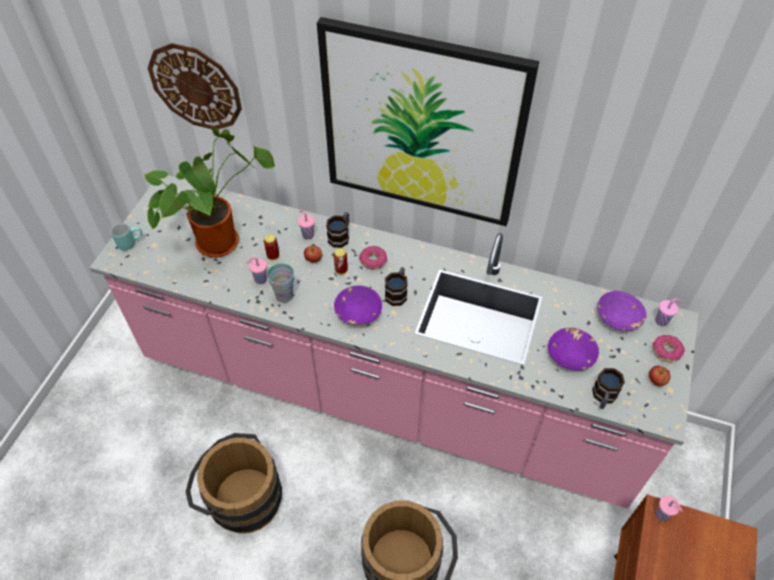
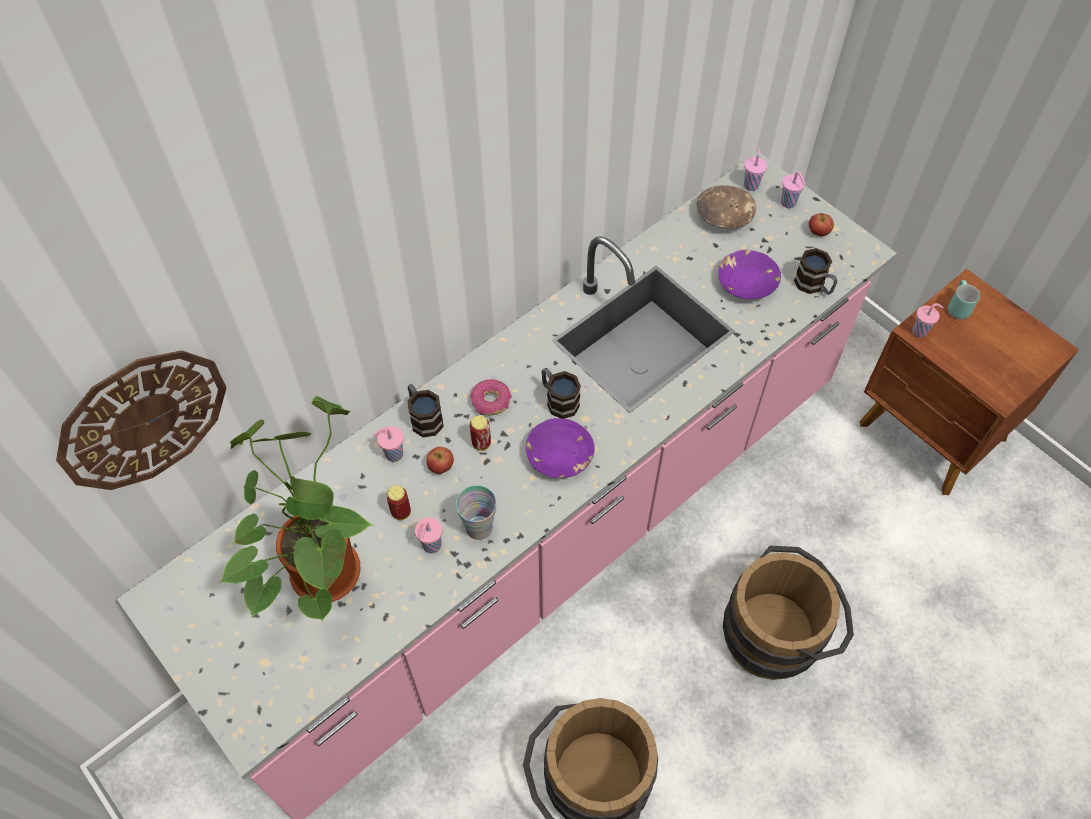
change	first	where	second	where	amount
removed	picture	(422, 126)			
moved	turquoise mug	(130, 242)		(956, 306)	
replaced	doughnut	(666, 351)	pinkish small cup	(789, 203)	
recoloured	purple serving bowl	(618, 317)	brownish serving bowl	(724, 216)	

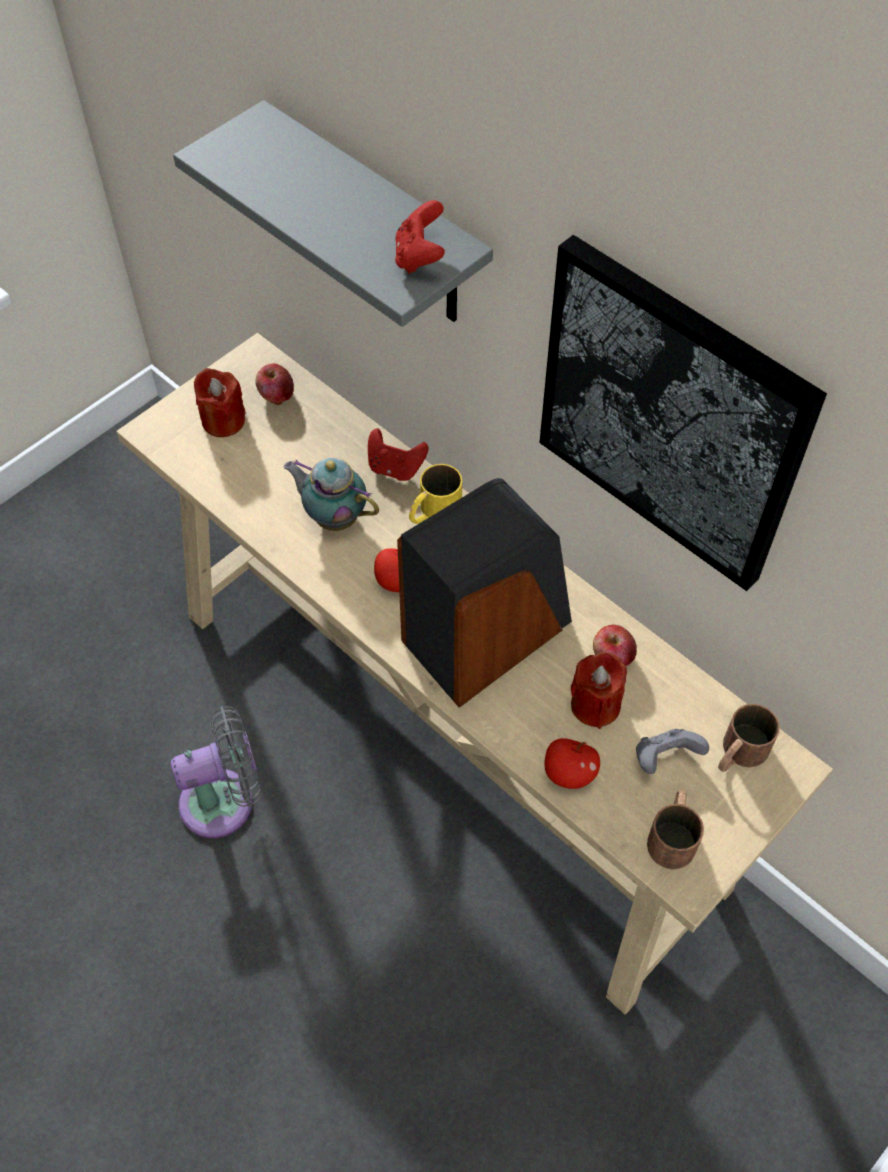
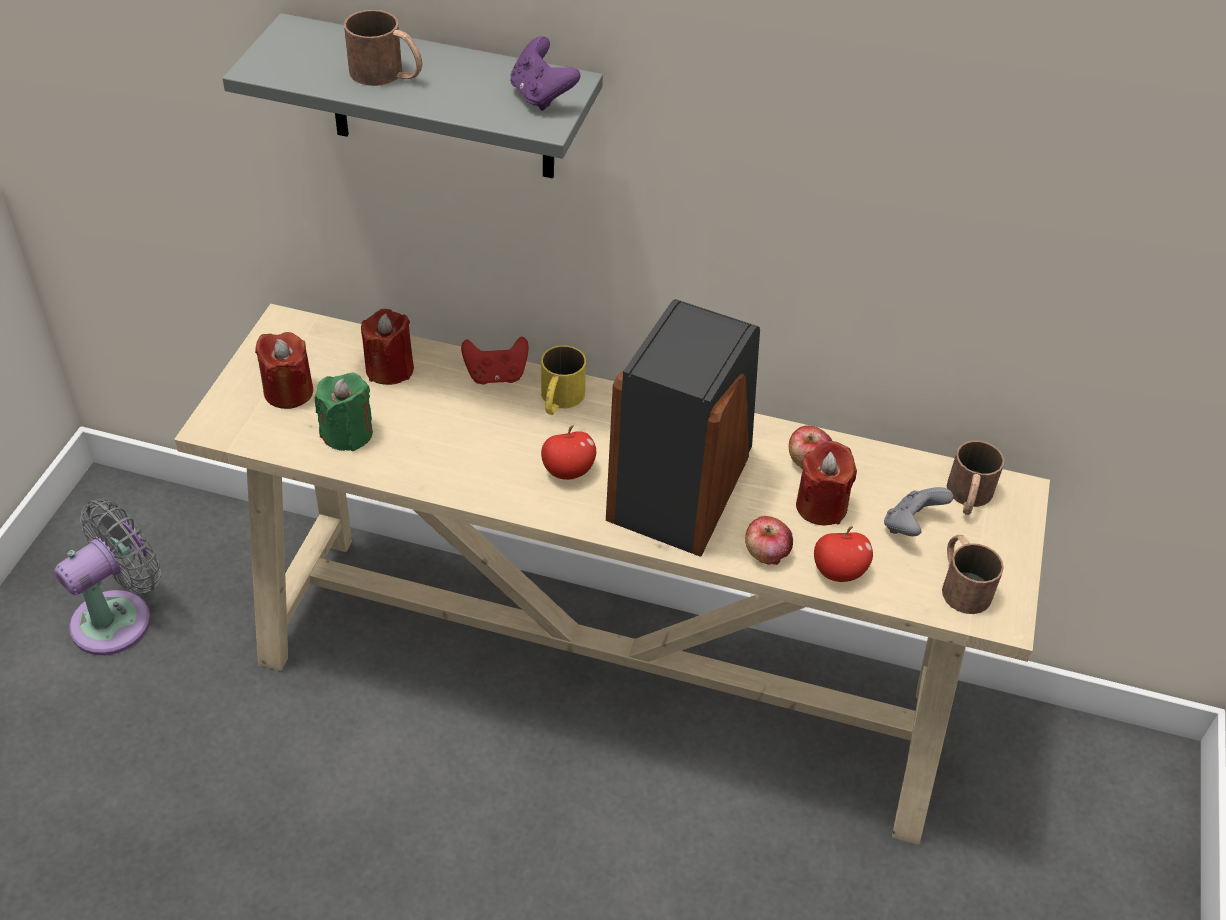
change	first	where	second	where	amount
removed	tea pot	(334, 517)			
removed	picture	(670, 415)			
added			green wax light	(347, 433)	
added			brownish mug	(387, 74)	
added			red wax light	(389, 369)	
moved	gray fan	(225, 801)		(119, 618)	
moved	whole apple	(276, 395)		(766, 553)	
recoloured	red game controller	(419, 257)	purple game controller	(541, 96)	

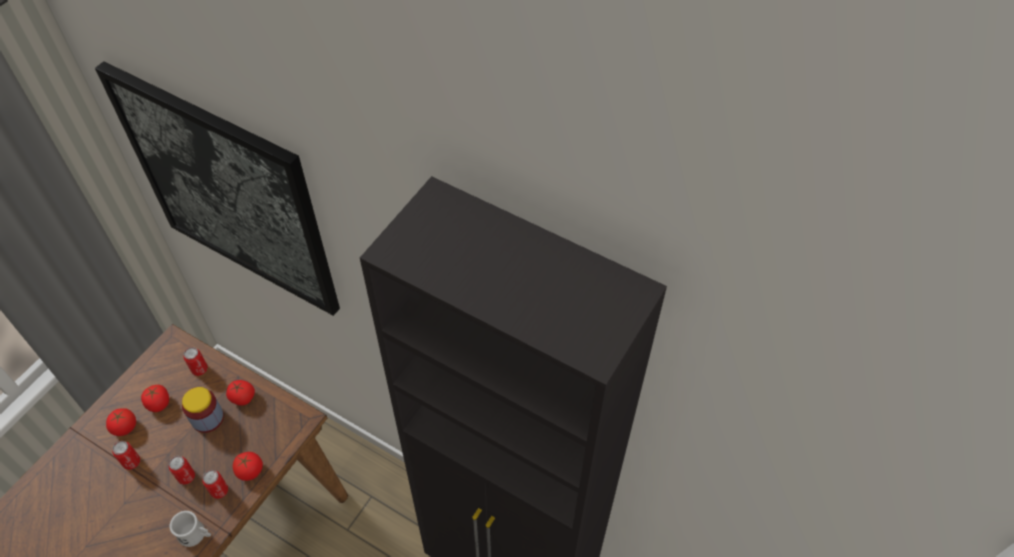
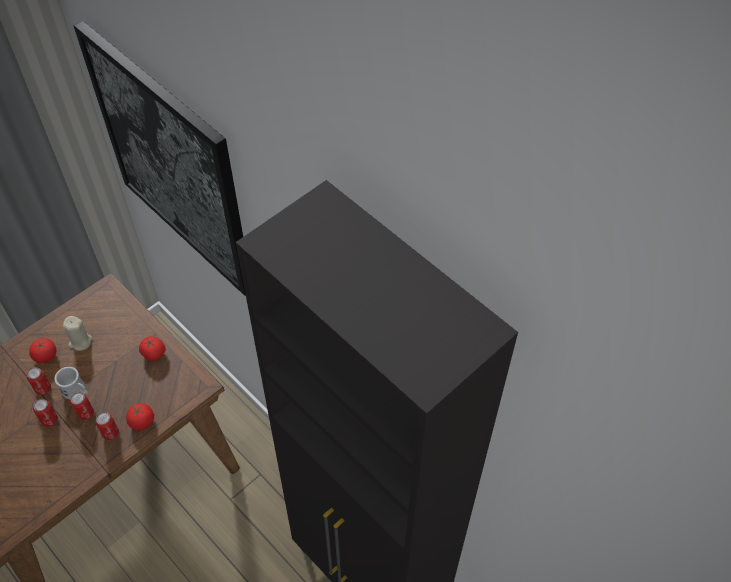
change	first	where	second	where	amount
removed	jar	(207, 418)			
moved	white mug	(196, 535)		(77, 391)	
moved	sealed can	(199, 369)		(49, 420)	
replaced	whole tomato	(159, 403)	beige-coloured wax light	(80, 342)	

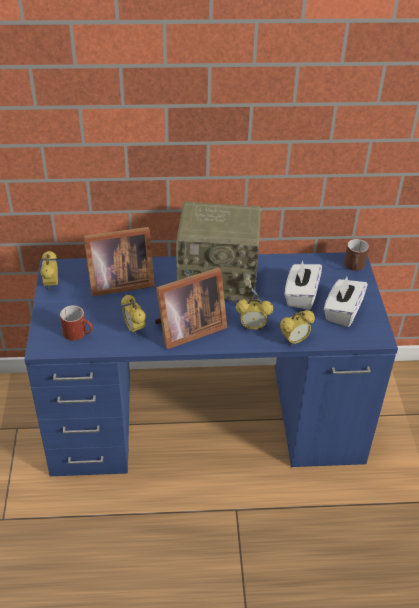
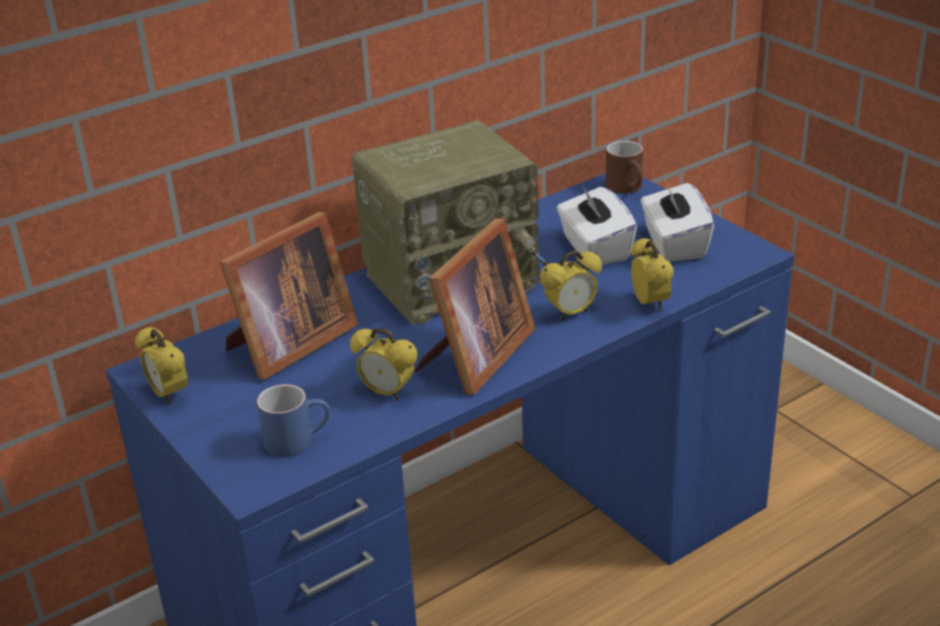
change	first	where	second	where	amount
recoloured	red mug	(79, 333)	blue-coloured mug	(297, 439)	
turned	alarm clock	(294, 341)		(650, 304)	45 degrees counterclockwise

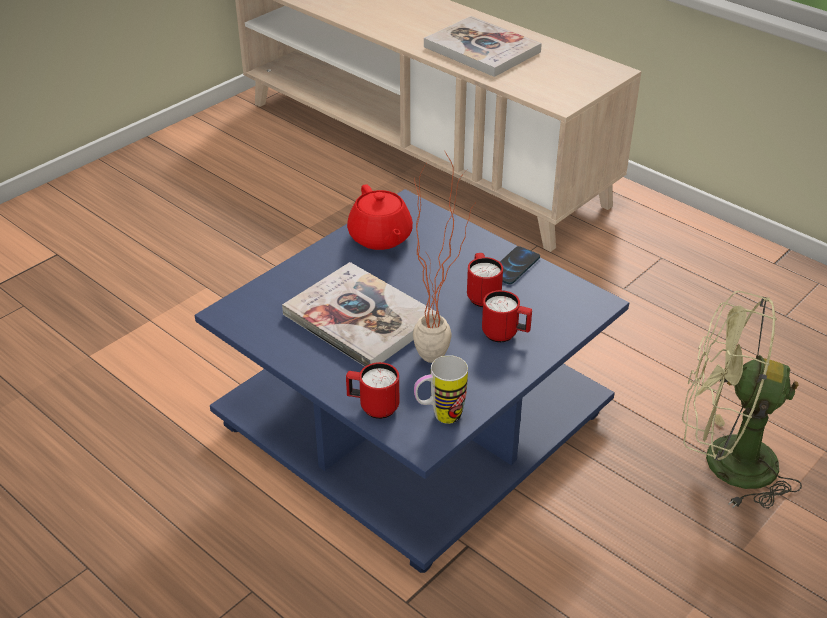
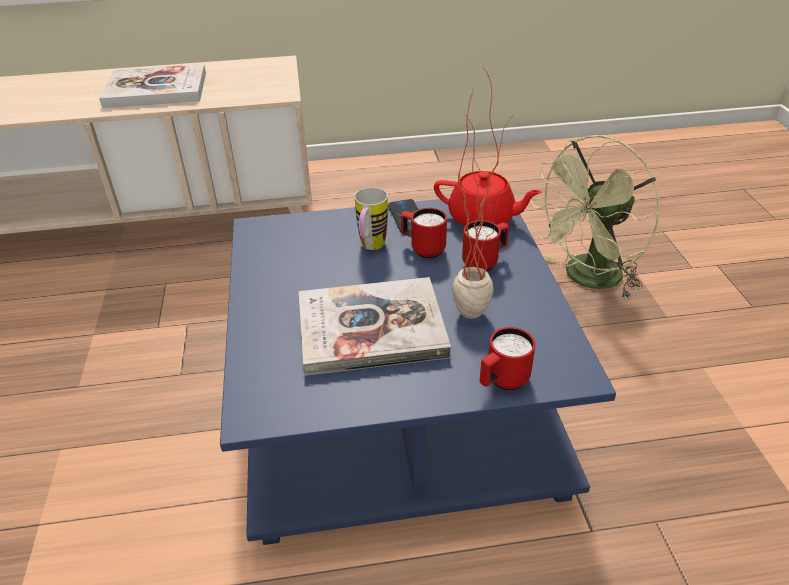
change	first	where	second	where	amount
moved	red tea pot	(380, 238)		(482, 219)	
moved	mug	(439, 417)		(370, 248)	

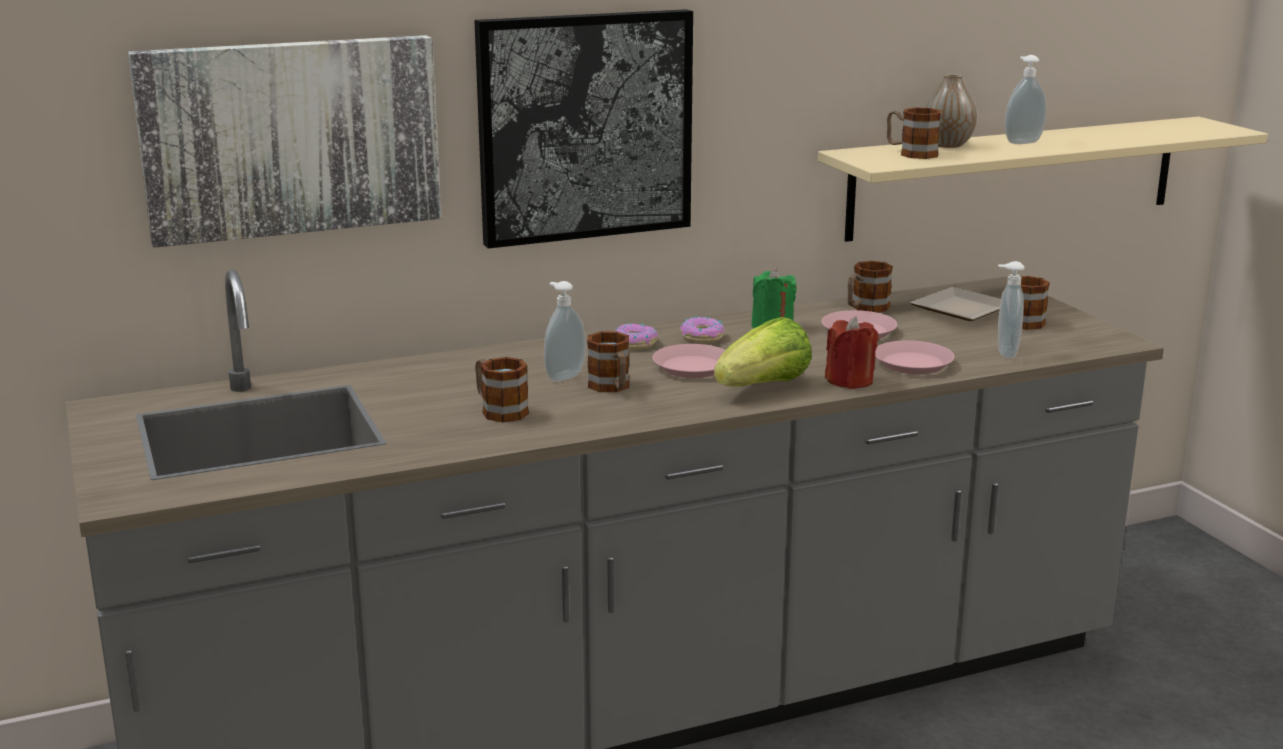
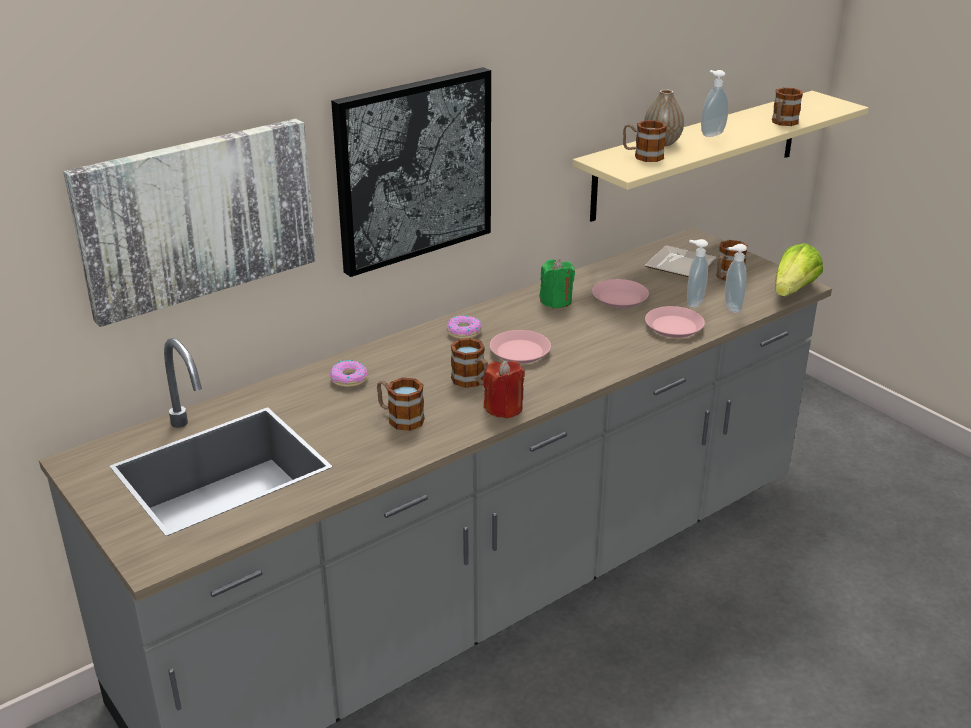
change	first	where	second	where	amount
moved	soap bottle	(563, 376)		(693, 302)	
moved	doughnut	(702, 337)		(349, 379)	
moved	lettuce	(764, 387)		(793, 291)	
moved	red wax light	(849, 381)		(504, 408)	
moved	mug	(865, 308)		(782, 123)	

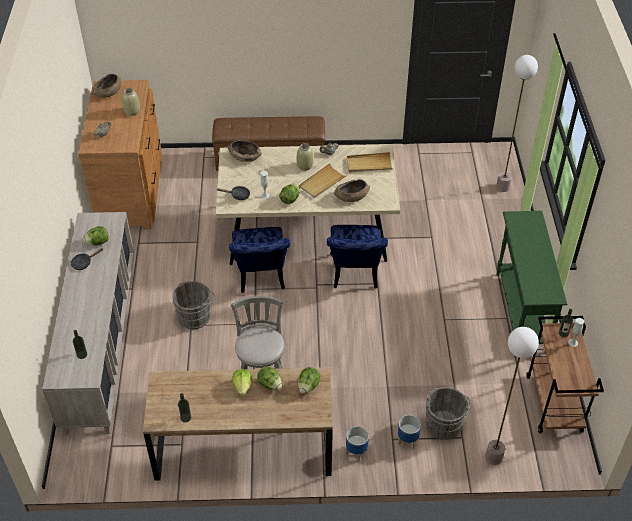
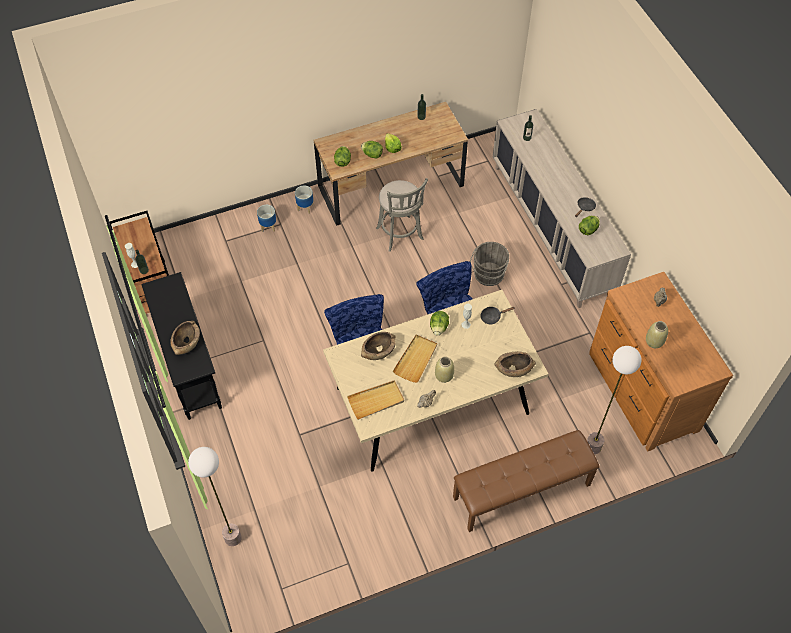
change	first	where	second	where	amount
removed	gray bucket	(444, 423)			
moved	brownish serving bowl	(108, 92)		(186, 342)	
moved	standing lamp	(494, 457)		(593, 447)	
recoloured	green narrow table	(520, 312)	blackish narrow table	(191, 370)	

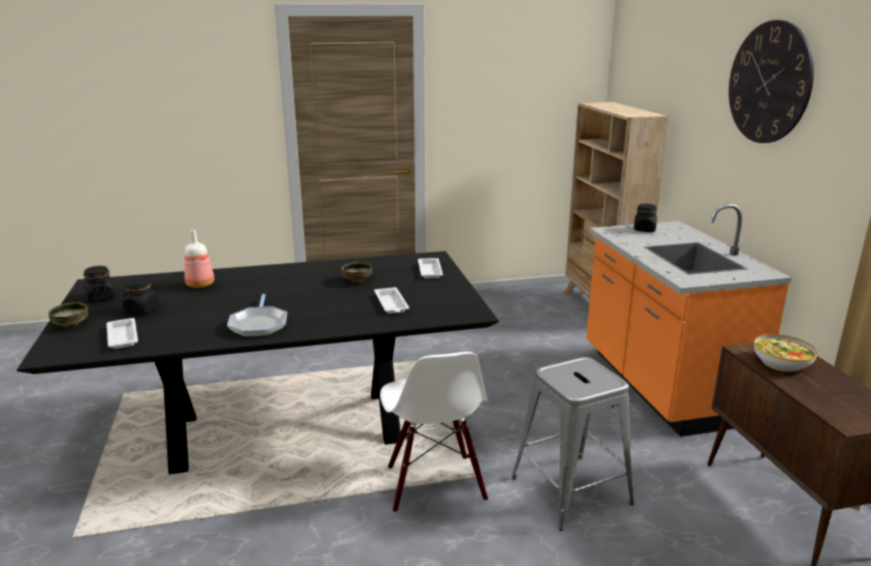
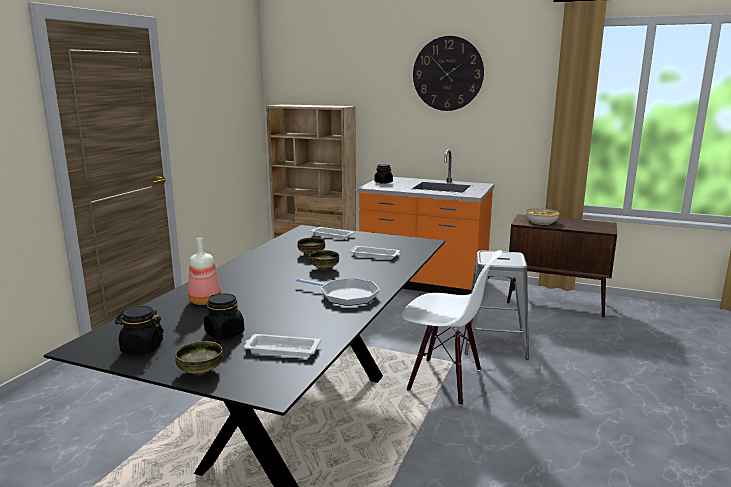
change	first	where	second	where	amount
added			serving bowl	(324, 268)	

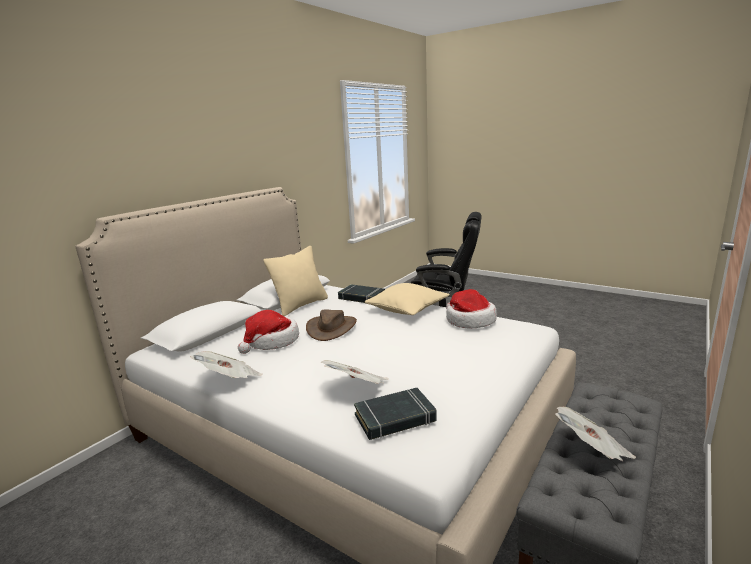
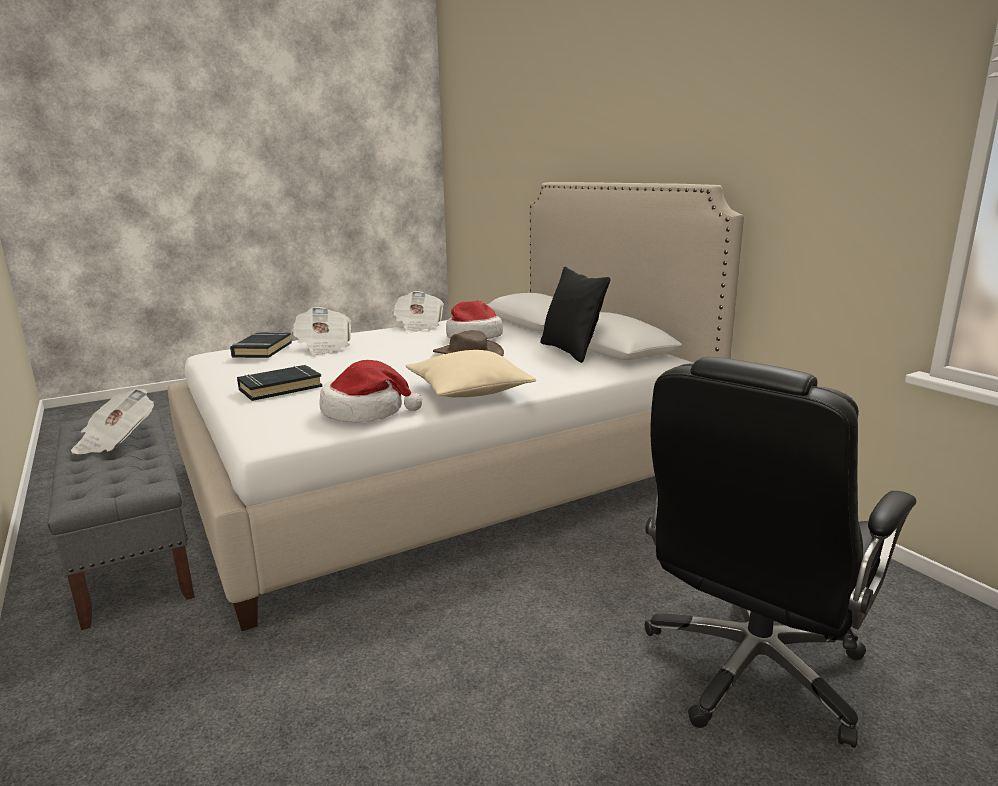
change	first	where	second	where	amount
moved	blackish bound book	(361, 297)		(280, 388)	
recoloured	beige-coloured throw pillow	(300, 305)	blackish throw pillow	(571, 351)	

